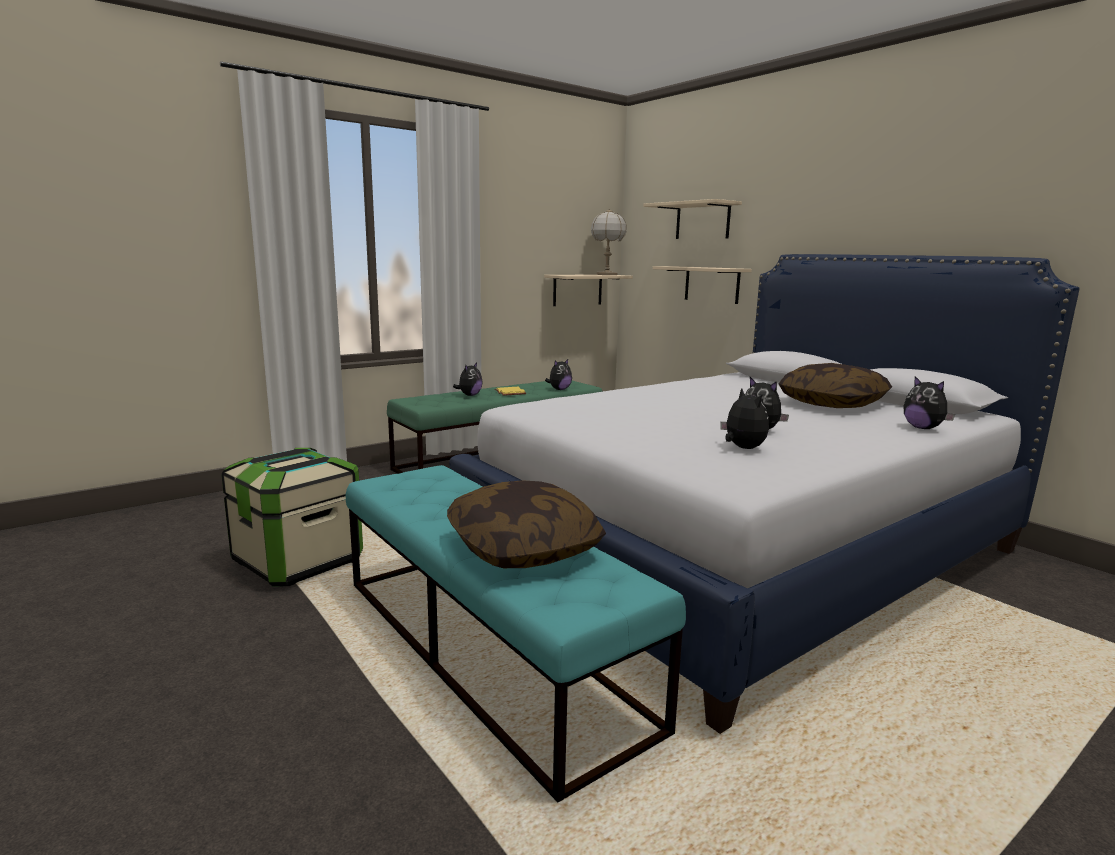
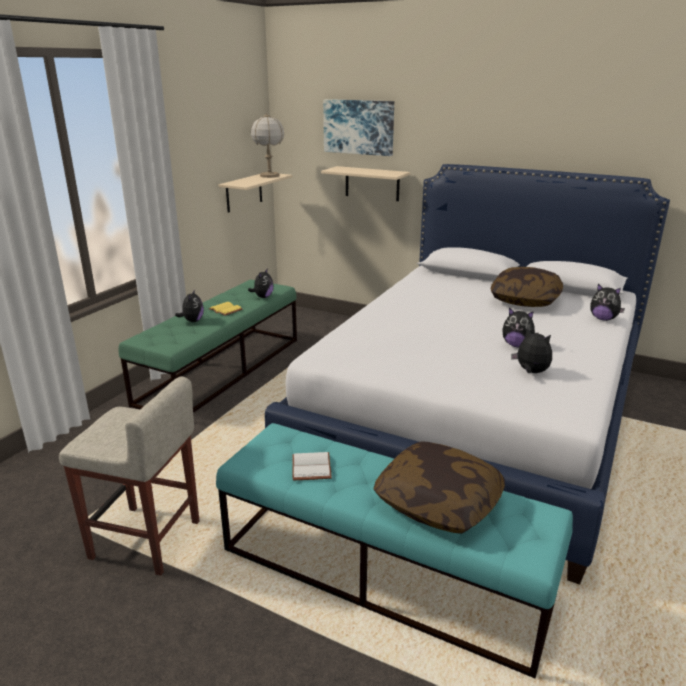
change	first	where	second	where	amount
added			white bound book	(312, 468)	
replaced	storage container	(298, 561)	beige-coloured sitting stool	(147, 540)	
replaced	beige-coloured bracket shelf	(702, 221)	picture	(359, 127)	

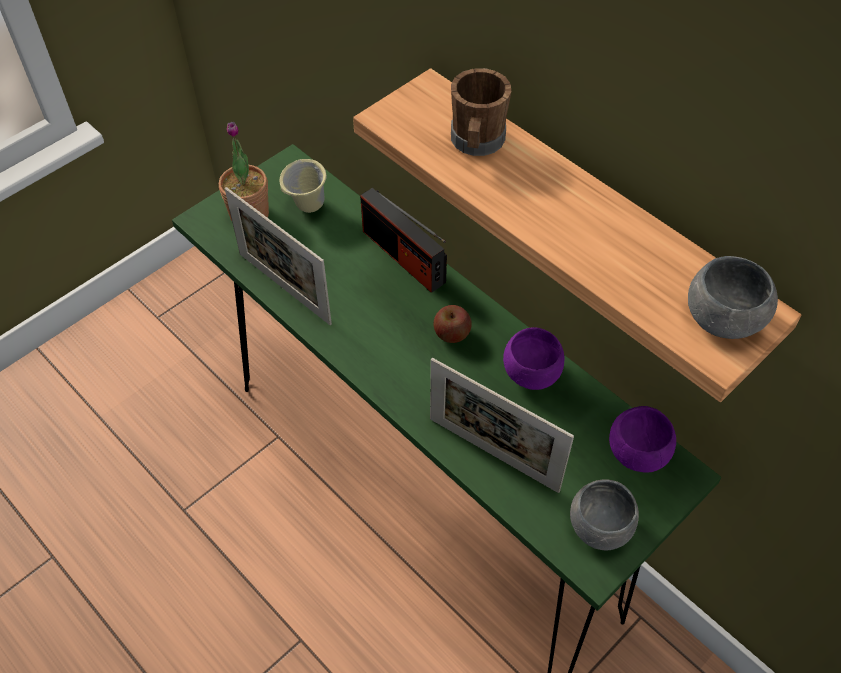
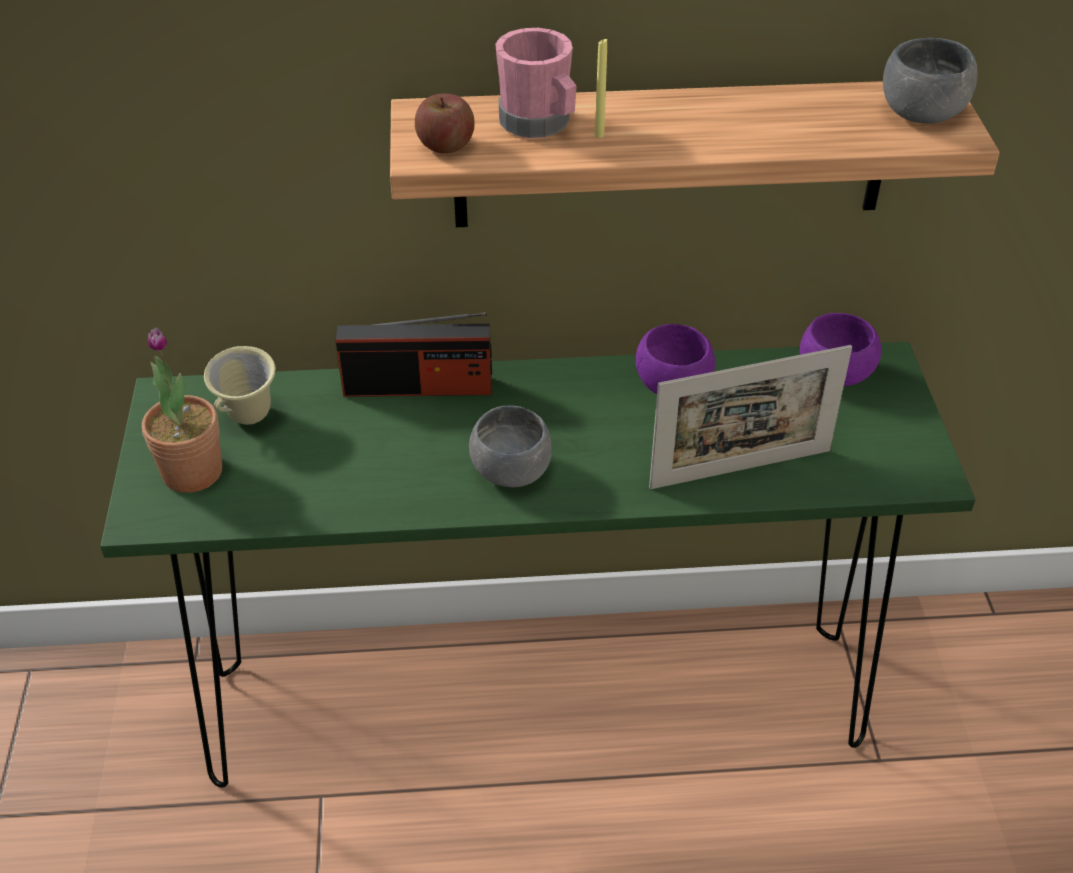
change	first	where	second	where	amount
removed	photo frame	(284, 288)			
added			yellow wax light	(599, 135)	
moved	whole apple	(452, 333)		(445, 145)	
moved	gray serving bowl	(599, 527)		(510, 471)	
recoloured	brownish mug	(476, 142)	pinkish mug	(539, 124)	

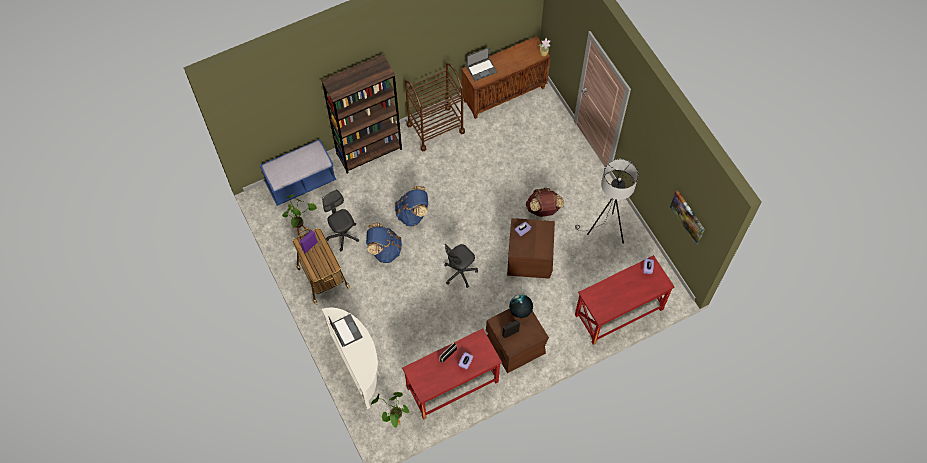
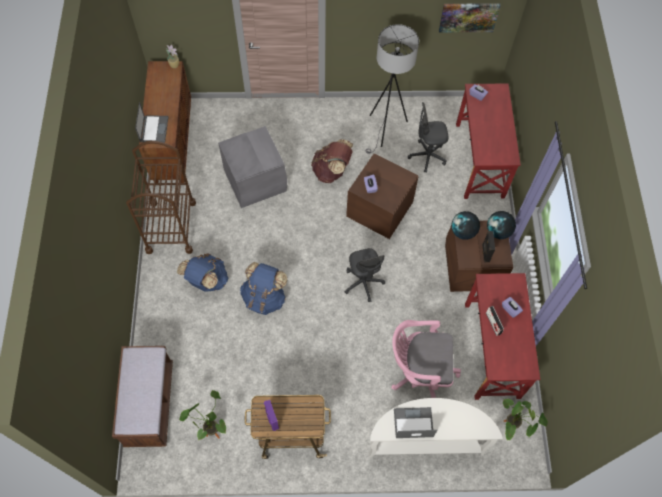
change	first	where	second	where	amount
removed	brownish bookshelf	(369, 151)			
added			gray storage container	(255, 179)	
added			pinkish computer chair	(418, 371)	
added			globe	(498, 231)	
moved	gray computer chair	(343, 235)		(427, 156)	
moved	blue-coloured rucksack	(384, 250)		(206, 281)	
recoloured	blue-coloured bench	(301, 182)	brownish bench	(149, 404)	

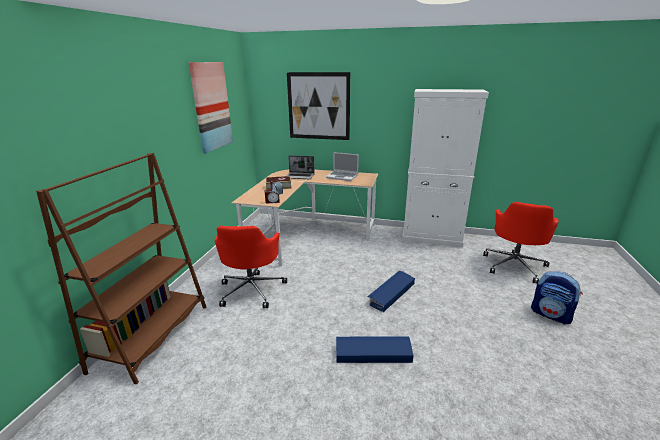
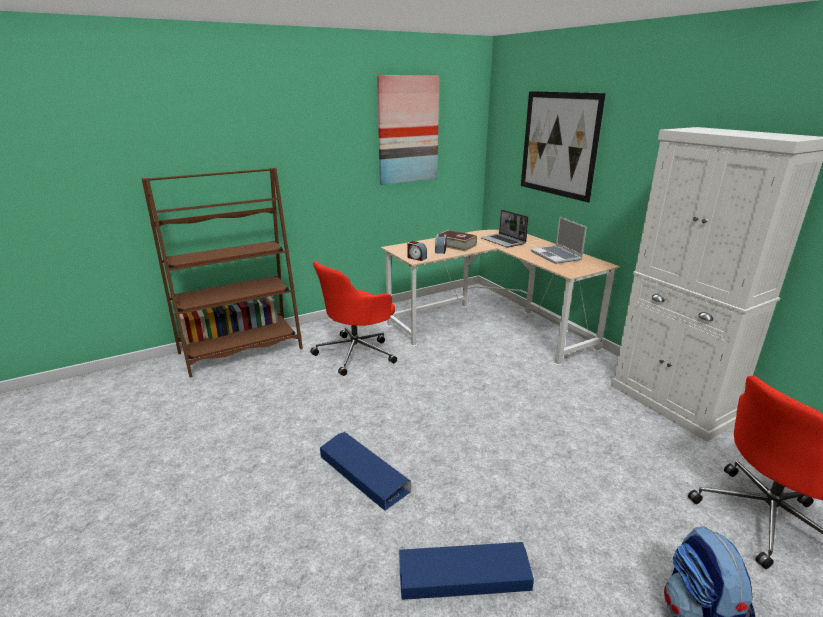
change	first	where	second	where	amount
moved	blue-coloured storage container	(391, 293)		(463, 576)	

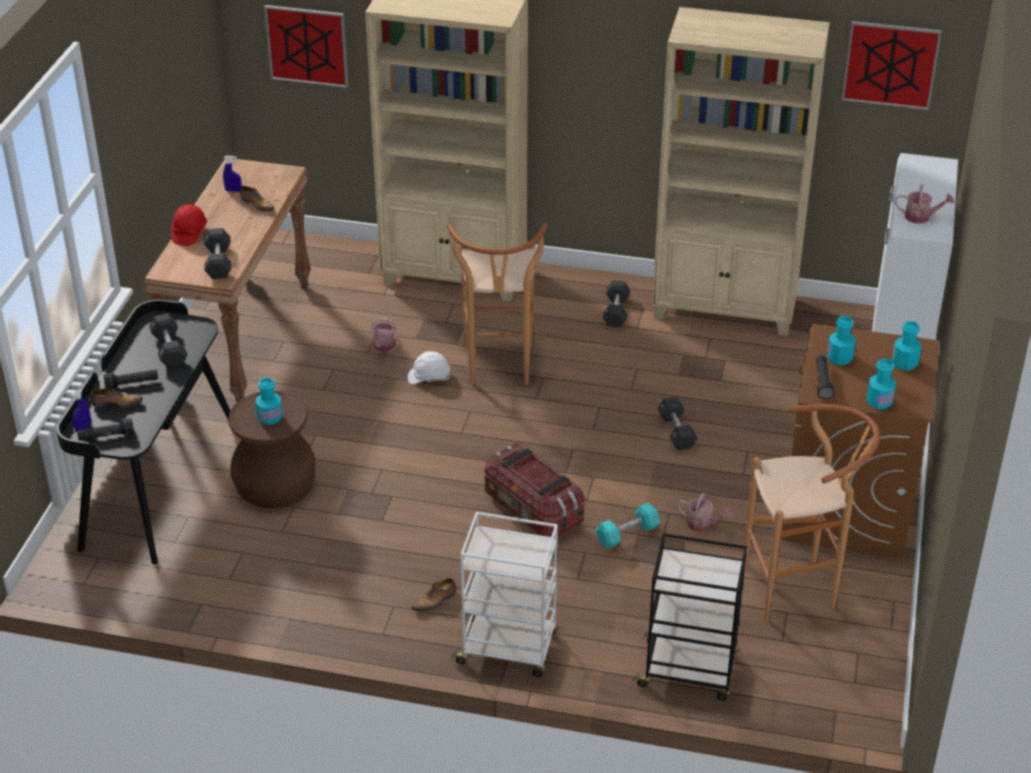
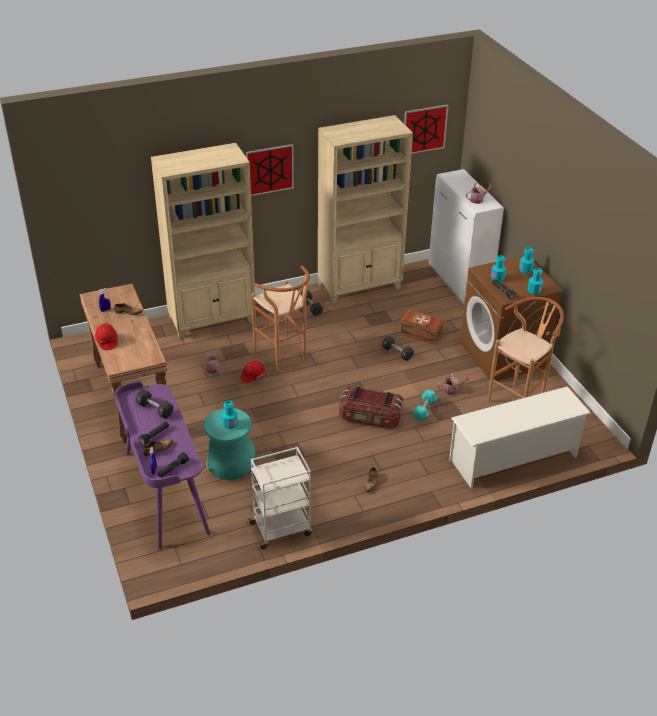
change	first	where	second	where	amount
removed	blackish free weight	(218, 262)			
added			brownish storage container	(421, 335)	
moved	picture	(307, 45)		(270, 170)	
moved	white wheeled cart	(508, 648)		(281, 528)	
replaced	blackish wheeled cart	(689, 670)	white shoe rack	(513, 458)	
recoloured	blackish desk unit	(157, 482)	purple desk unit	(164, 492)	
recoloured	brownish sitting stool	(276, 484)	turquoise sitting stool	(231, 464)	
recoloured	white work helmet	(429, 377)	red work helmet	(252, 376)	

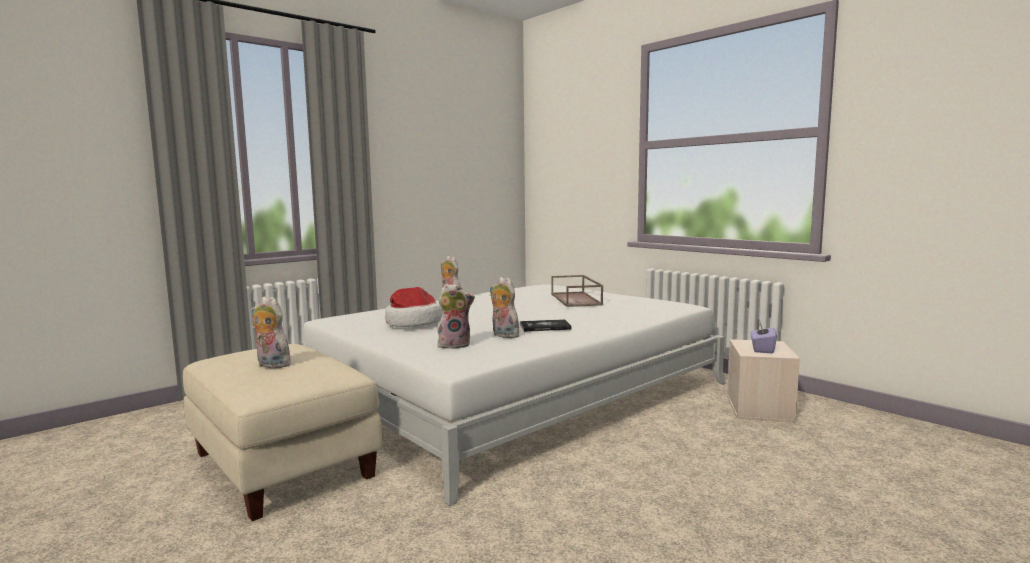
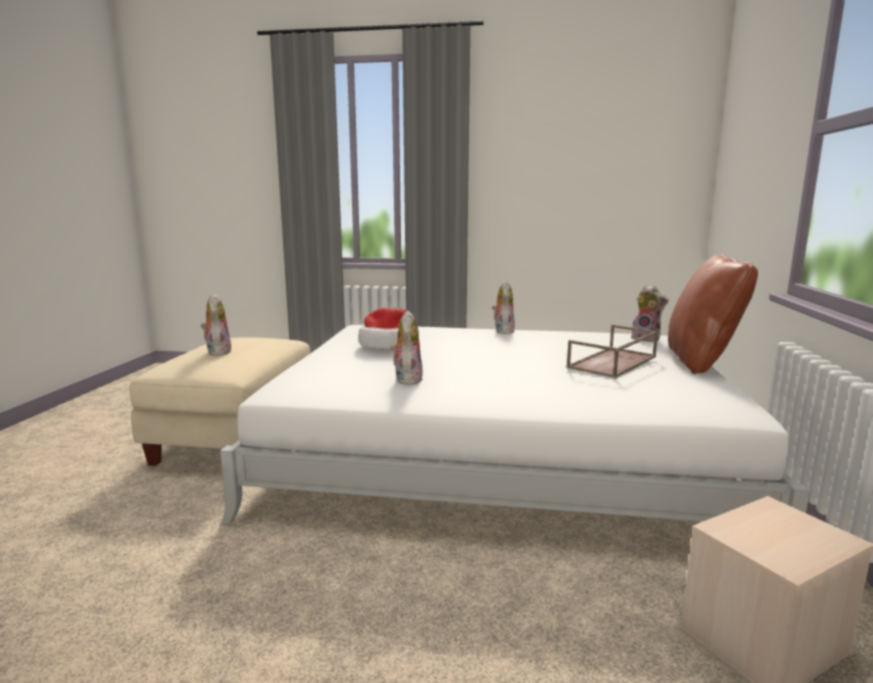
change	first	where	second	where	amount
removed	bound book	(545, 327)			
removed	purple tissue holder	(762, 349)			
added			brownish throw pillow	(701, 362)	
moved	cuddly toy	(455, 345)		(647, 339)	

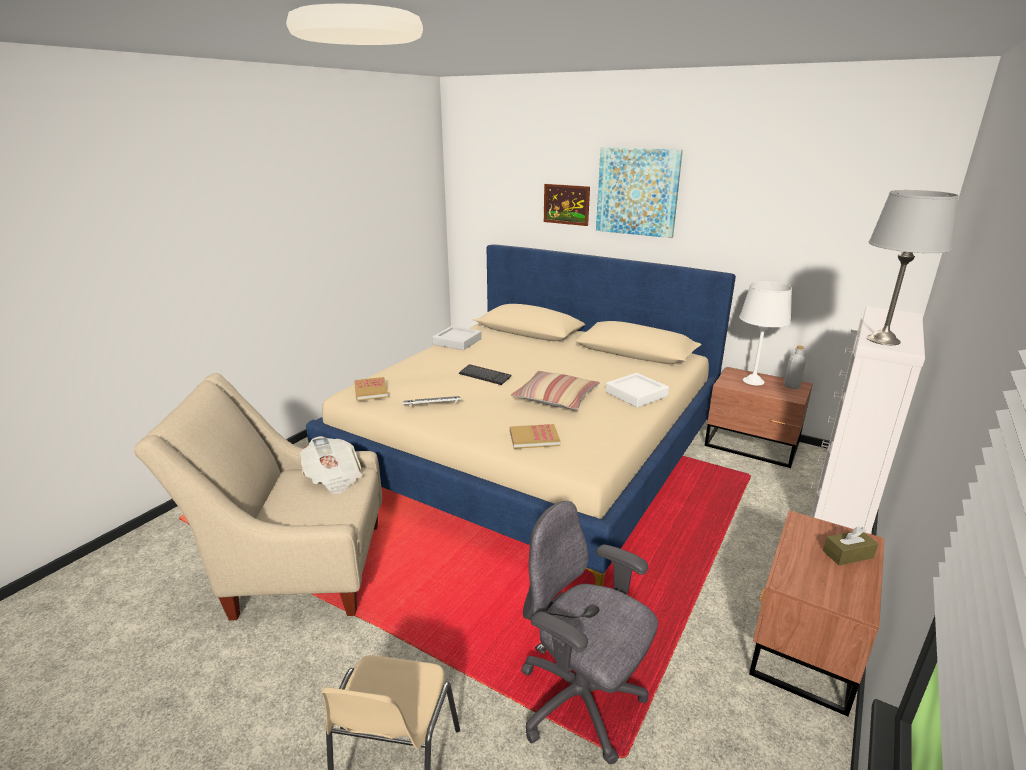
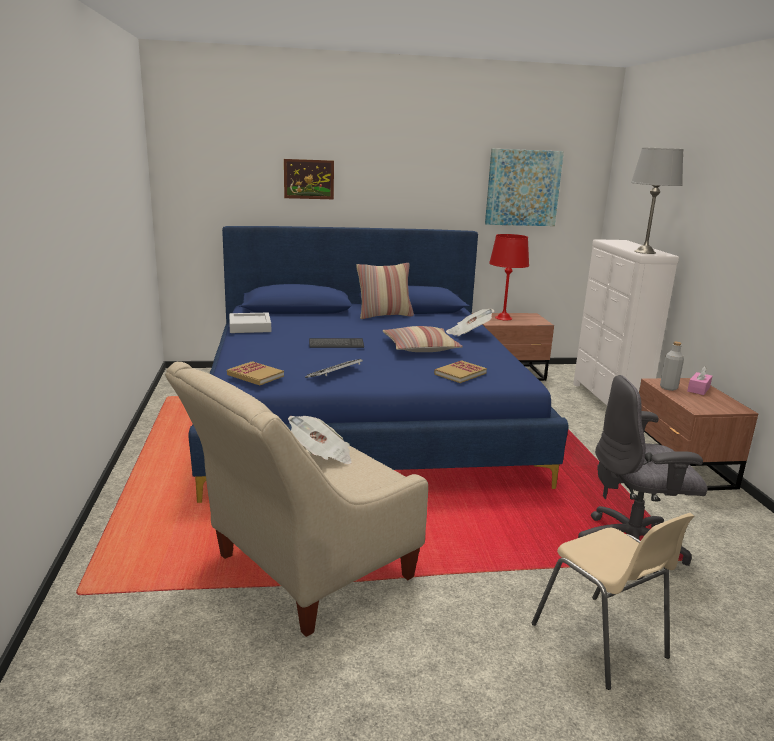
change	first	where	second	where	amount
added			throw pillow	(384, 315)	
moved	picture	(637, 192)		(523, 188)	
moved	gray bottle	(791, 386)		(668, 388)	
replaced	white carrying tray	(636, 394)	newspaper	(468, 334)	
recoloured	beige-coloured sleeping bed	(531, 450)	blue-coloured sleeping bed	(363, 418)	
recoloured	white tabletop lamp	(753, 381)	red tabletop lamp	(503, 318)	
recoloured	brownish tissue holder	(848, 554)	pinkish tissue holder	(698, 389)	

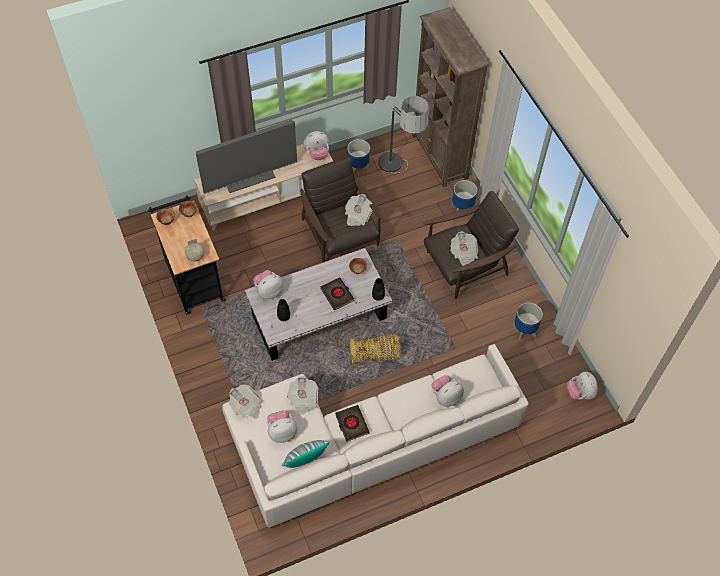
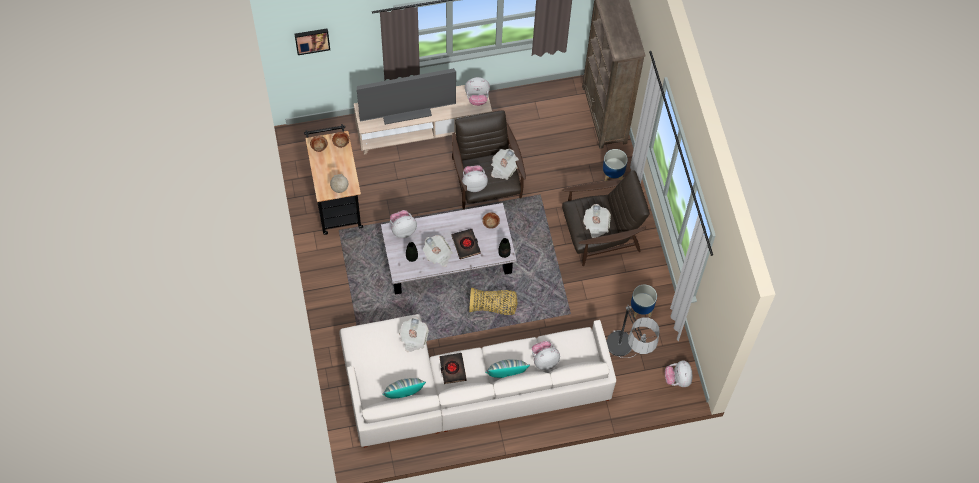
change	first	where	second	where	amount
removed	plant pot	(358, 168)			
added			picture	(312, 40)	
added			throw pillow	(506, 375)	
moved	newspaper	(246, 406)		(438, 254)	
moved	cuddly toy	(282, 432)		(474, 184)	
moved	standing lamp	(399, 178)		(625, 364)	

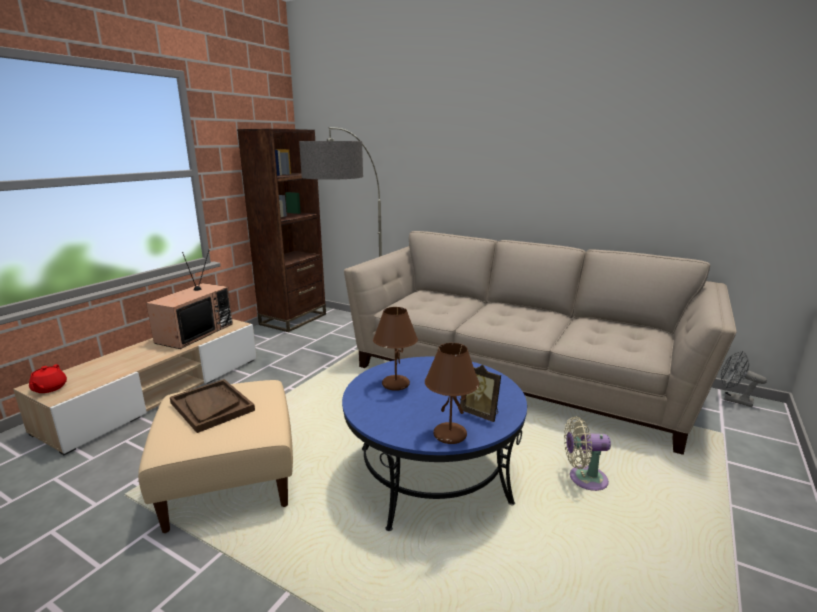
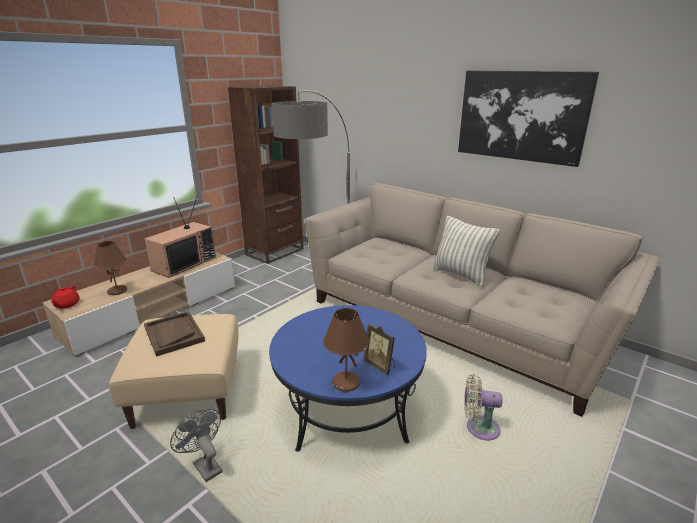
change	first	where	second	where	amount
added			throw pillow	(460, 275)	
added			picture	(521, 116)	
moved	brownish tabletop lamp	(395, 384)		(117, 291)	
moved	gray fan	(733, 400)		(204, 465)	

